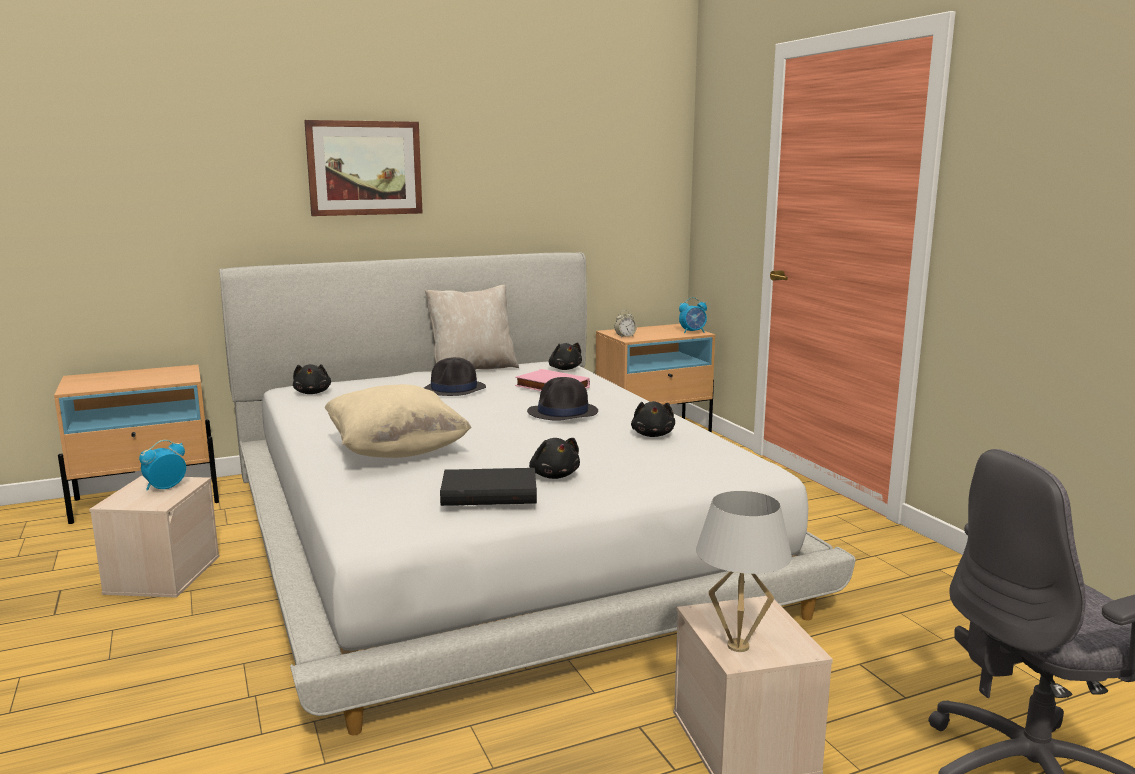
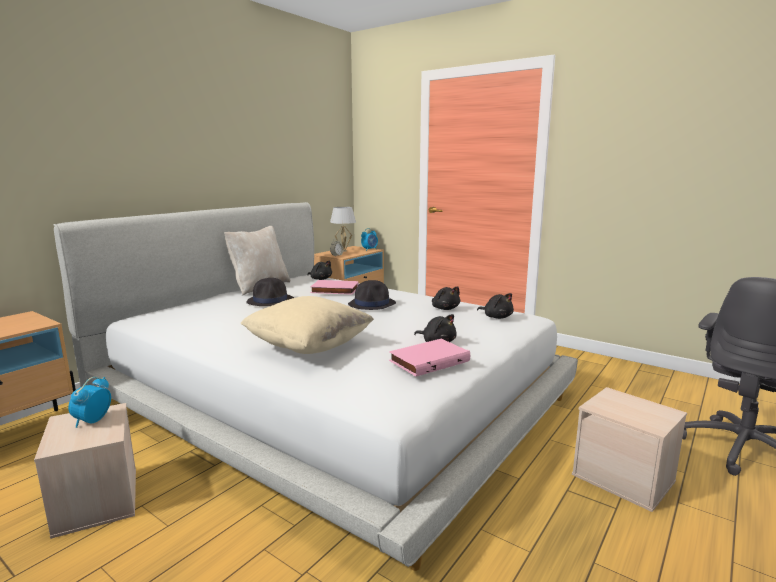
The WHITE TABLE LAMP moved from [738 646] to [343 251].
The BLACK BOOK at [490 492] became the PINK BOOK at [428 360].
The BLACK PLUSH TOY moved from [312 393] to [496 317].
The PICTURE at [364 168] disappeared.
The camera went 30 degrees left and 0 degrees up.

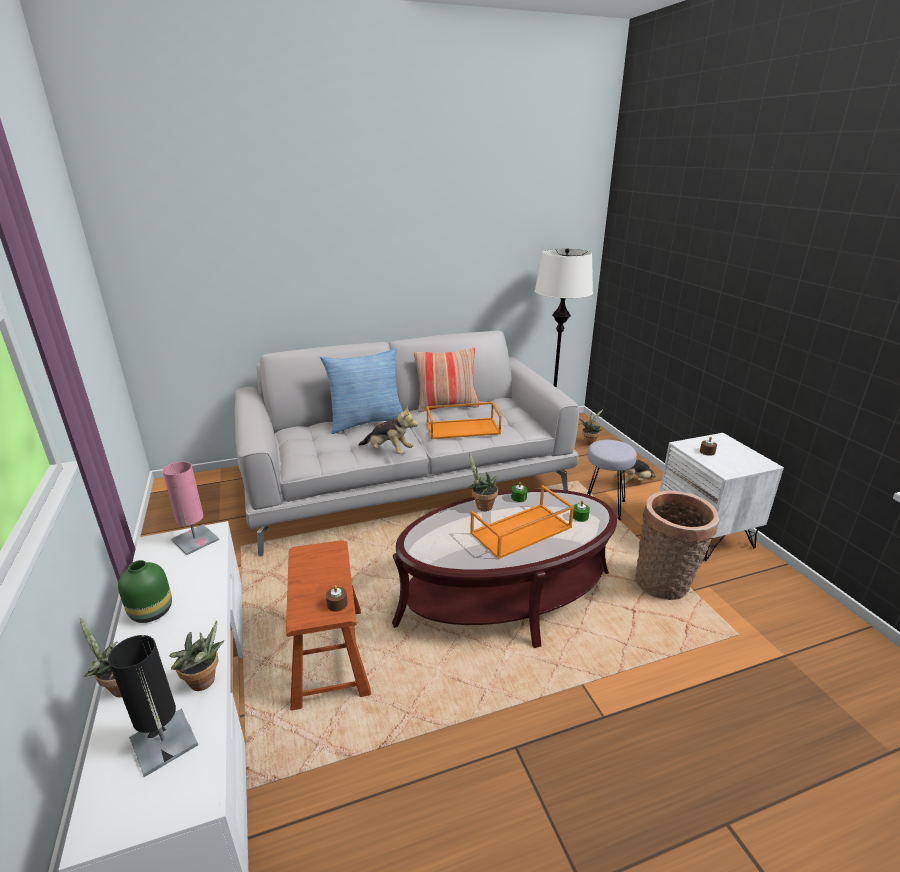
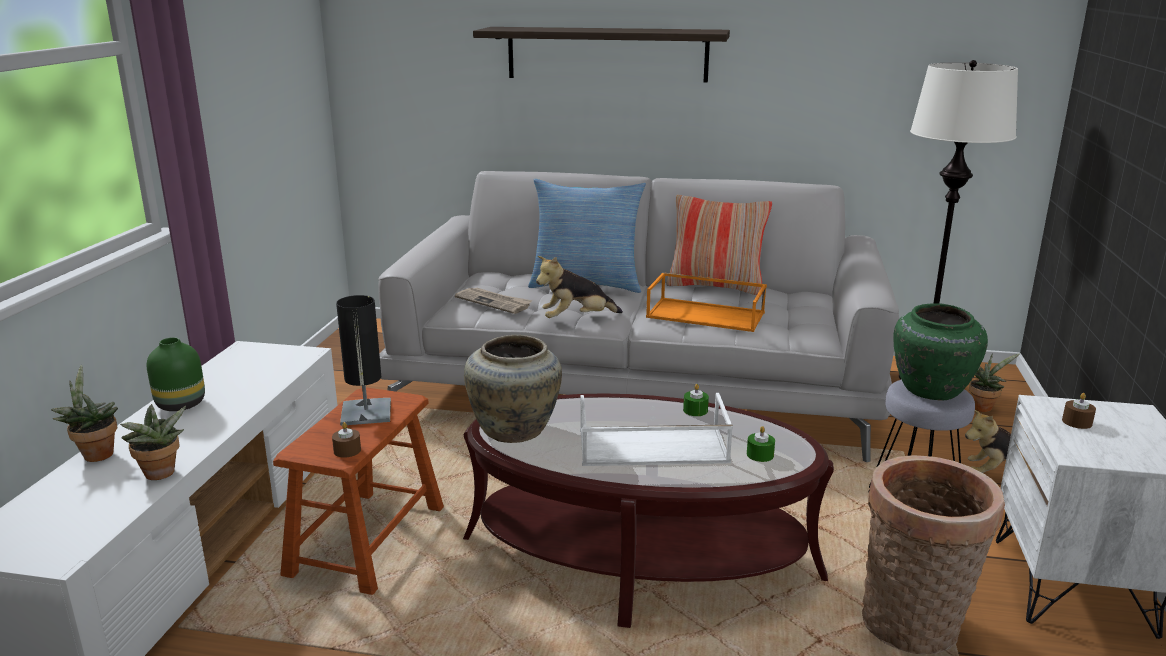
The BLACK TABLE LAMP moved from [164 742] to [366 413].
The NEWSPAPER at [494 302] appeared.
The BEIGE VASE at [516 431] appeared.
The SHELF at [607 54] appeared.
The PLUSH TOY at [388 451] turned 105 degrees clockwise.
The ORANGE TRAY at [521 531] became the WHITE TRAY at [651 447].
The GREEN VASE at [930 390] appeared.
The PINK TABLE LAMP at [195 540] disappeared.
The POTTED PLANT at [482 506] disappeared.
The camera went 30 degrees right and 5 degrees down.

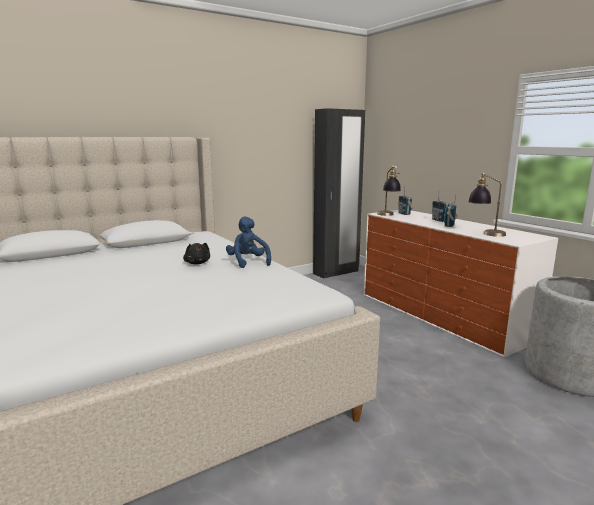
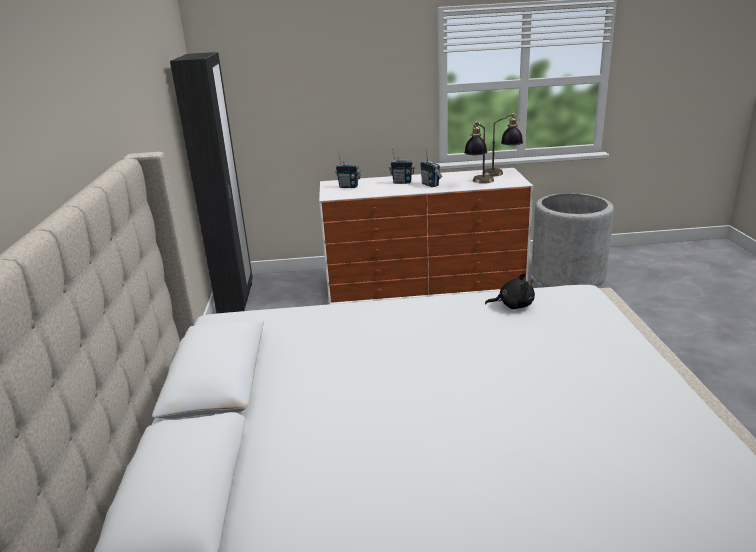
The TABLE LAMP moved from [387 215] to [501 174].
The BLACK PLUSH TOY moved from [197 263] to [513 305].
The BLUE PLUSH TOY at [248 262] disappeared.
The camera went 60 degrees left and 10 degrees up.

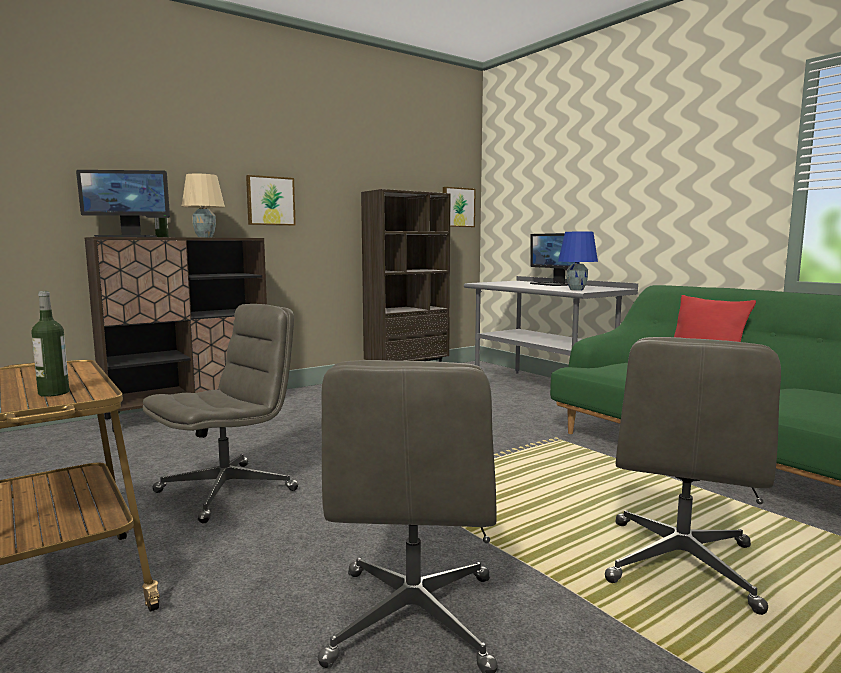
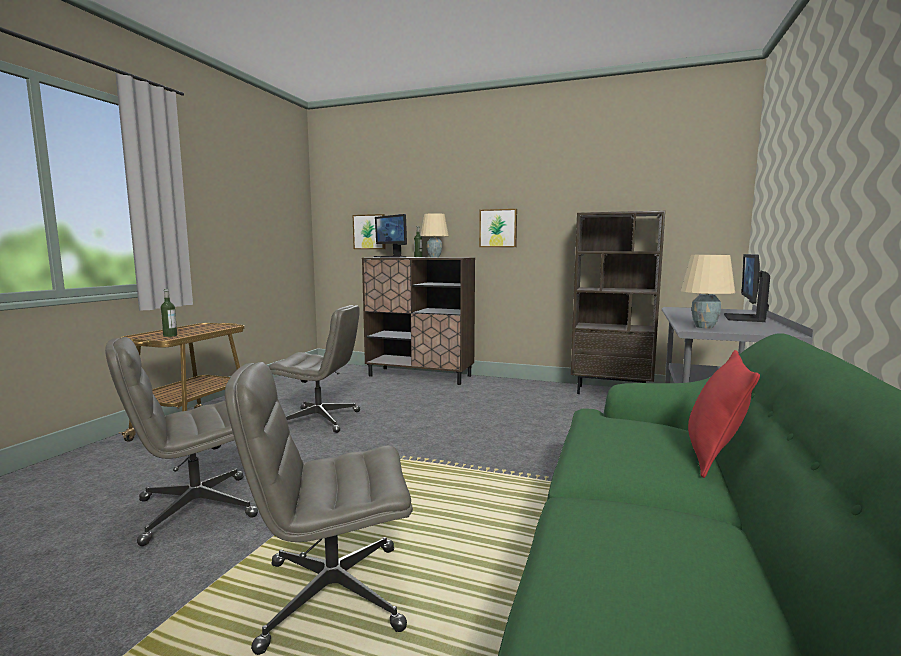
The PICTURE moved from [457 207] to [370 232].
The BLUE TABLE LAMP at [576 290] became the BEIGE TABLE LAMP at [703 327].
The camera went 55 degrees right and 0 degrees up.

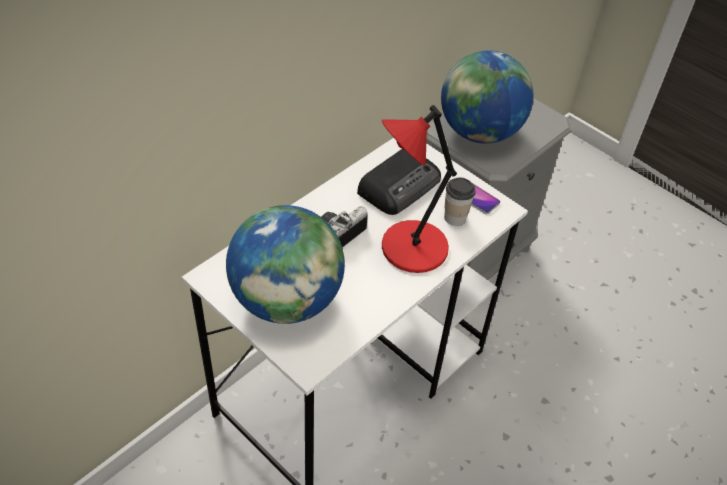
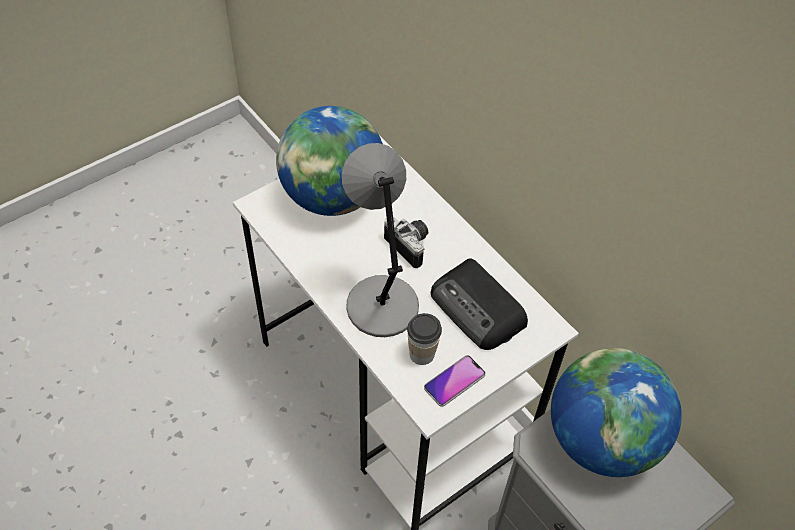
The RED TABLE LAMP at [410 249] became the GREY TABLE LAMP at [380 303].
The camera went 100 degrees right and 5 degrees up.

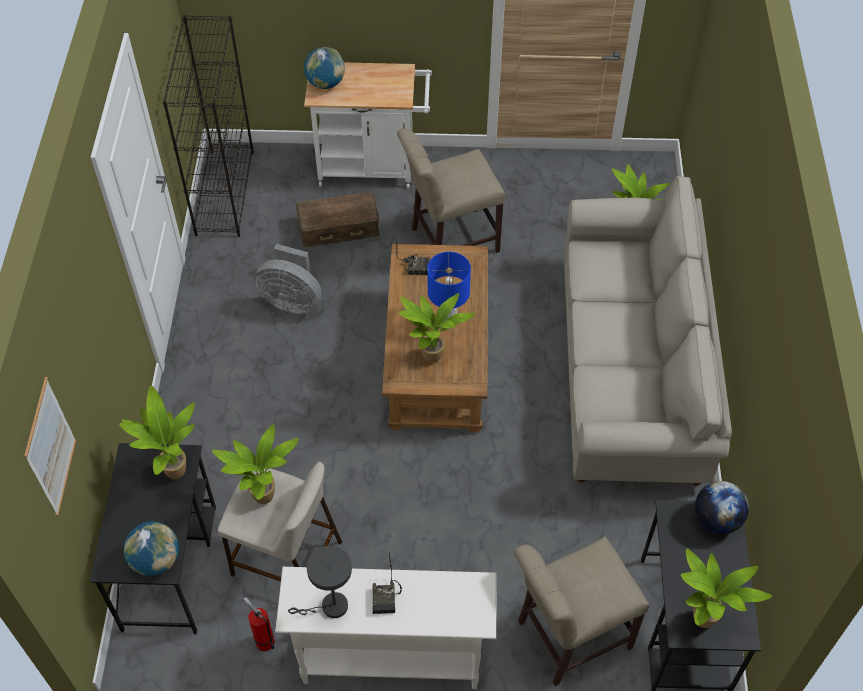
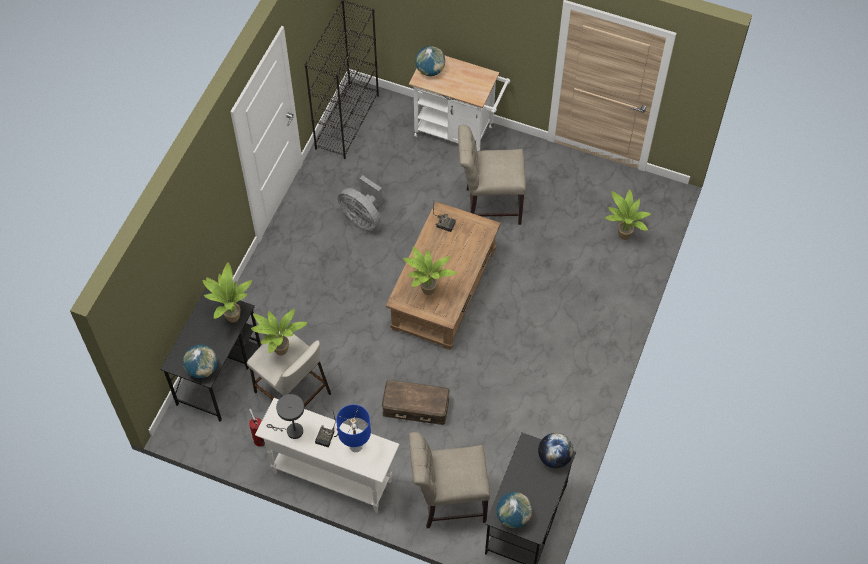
The BLUE TABLE LAMP moved from [447 319] to [355 446].
The BROWN STORAGE BOX moved from [338 227] to [416 406].
The POTTED PLANT at [702 623] was replaced by the GLOBE at [513 516].
The PICTURE at [50 447] disappeared.
The BEIGE SOFA at [629 372] disappeared.
The camera went 20 degrees right and 5 degrees up.

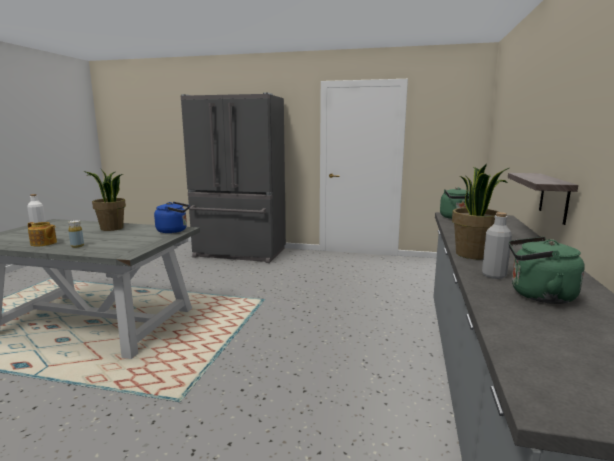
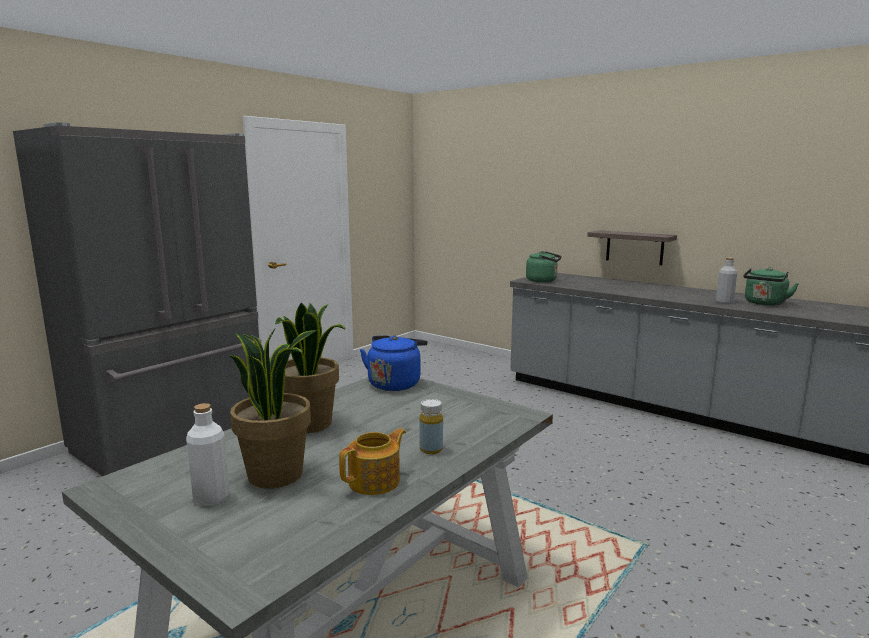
The POTTED PLANT moved from [473 254] to [276 474].
The camera went 65 degrees left and 0 degrees up.

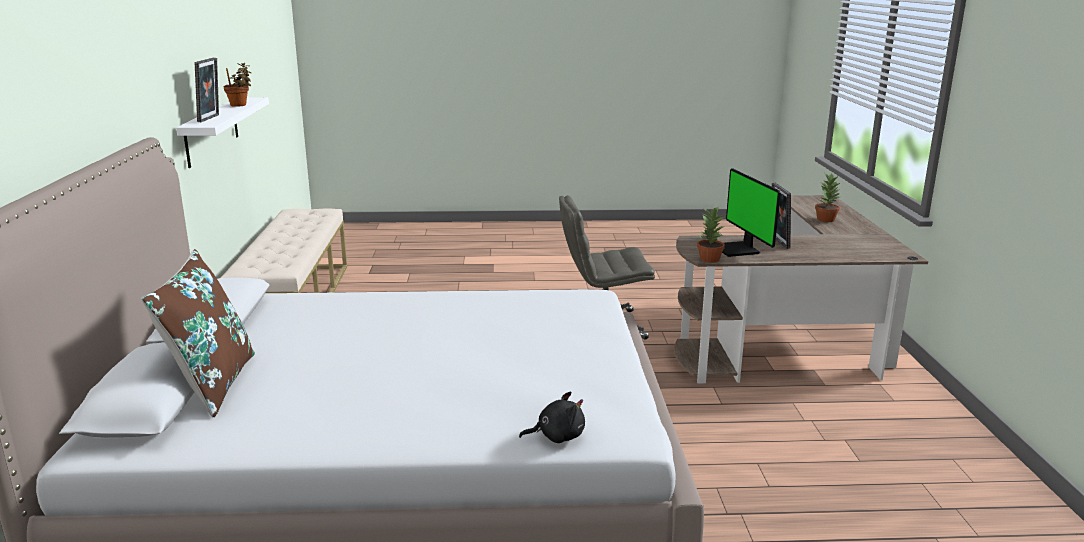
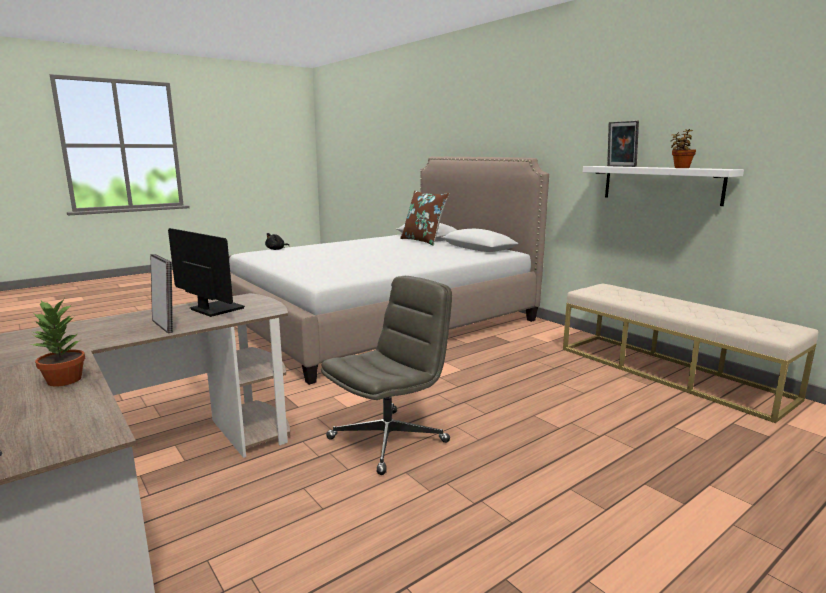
The POTTED PLANT at [709 259] disappeared.
The camera went 145 degrees right and 5 degrees down.

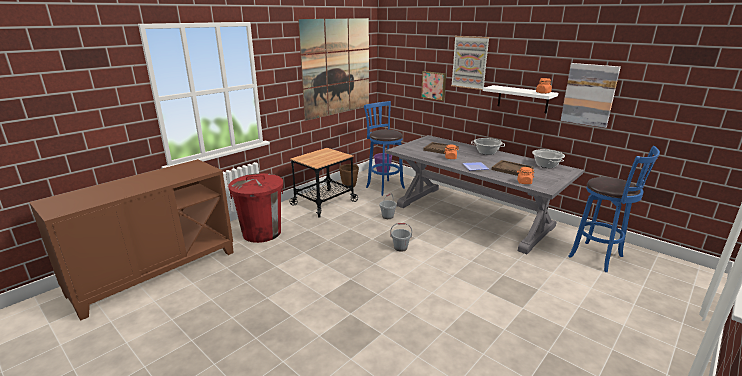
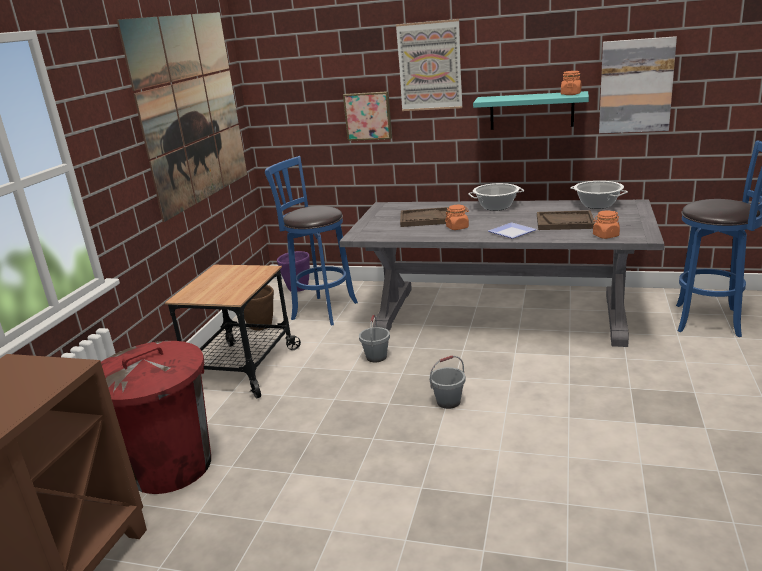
The WHITE SHELF at [522 99] became the TURQUOISE SHELF at [531 111].
The camera went 25 degrees left and 0 degrees up.

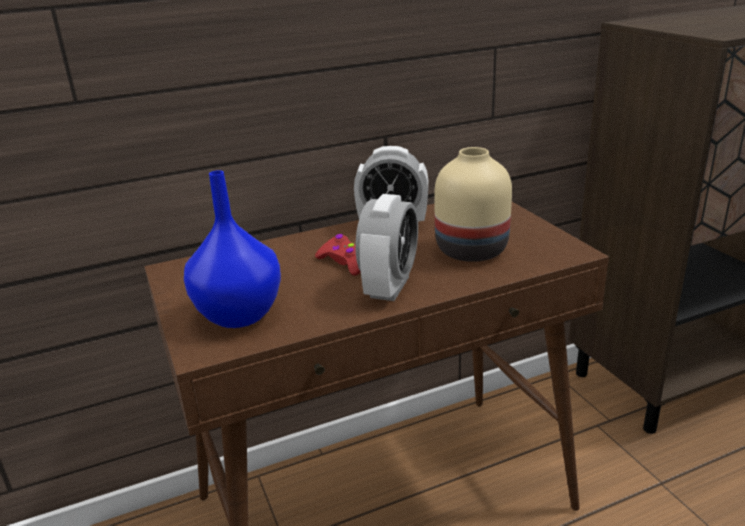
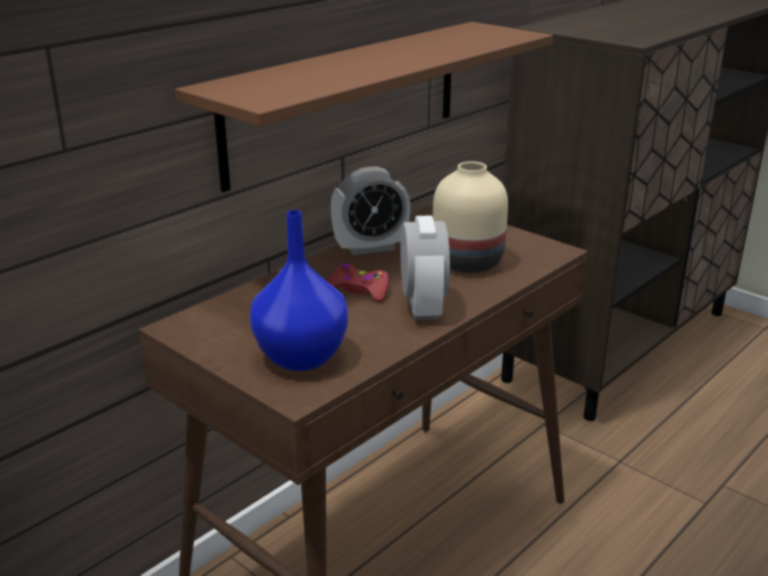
The BROWN SHELF at [346 100] appeared.
The camera went 25 degrees left and 0 degrees up.

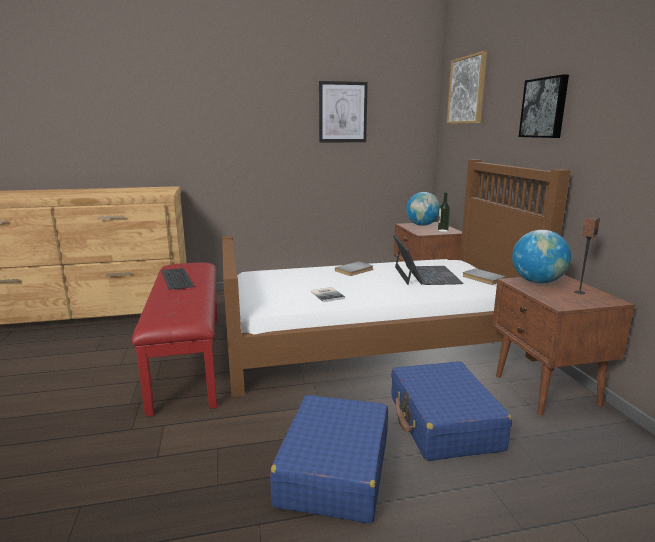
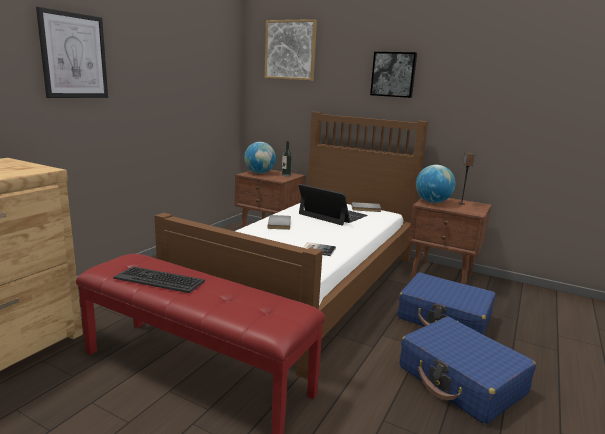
The PICTURE moved from [342 112] to [74 56].
The camera went 50 degrees left and 0 degrees up.

